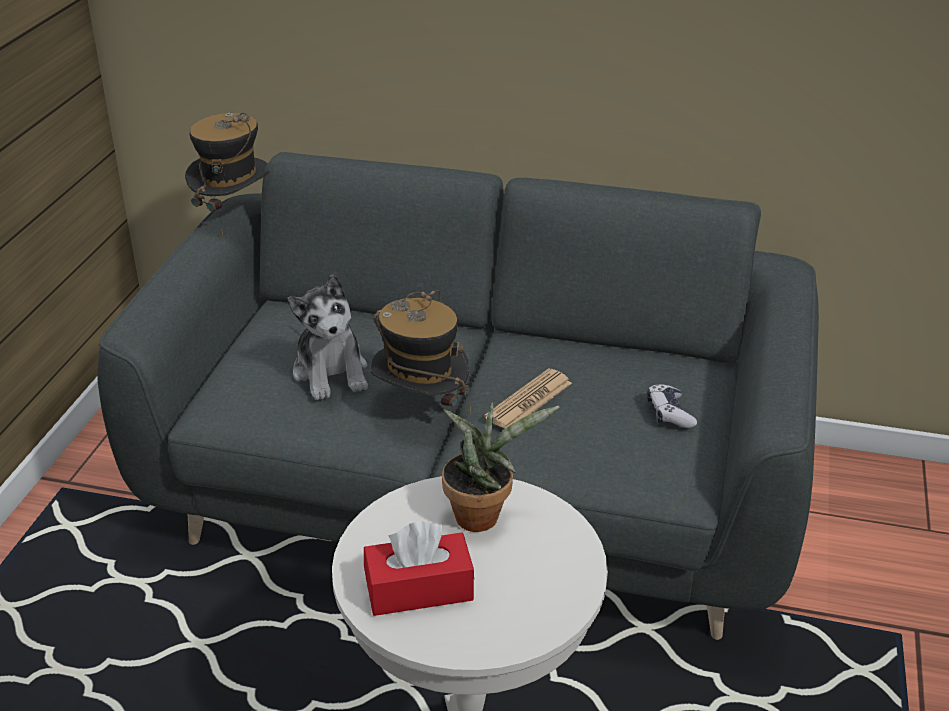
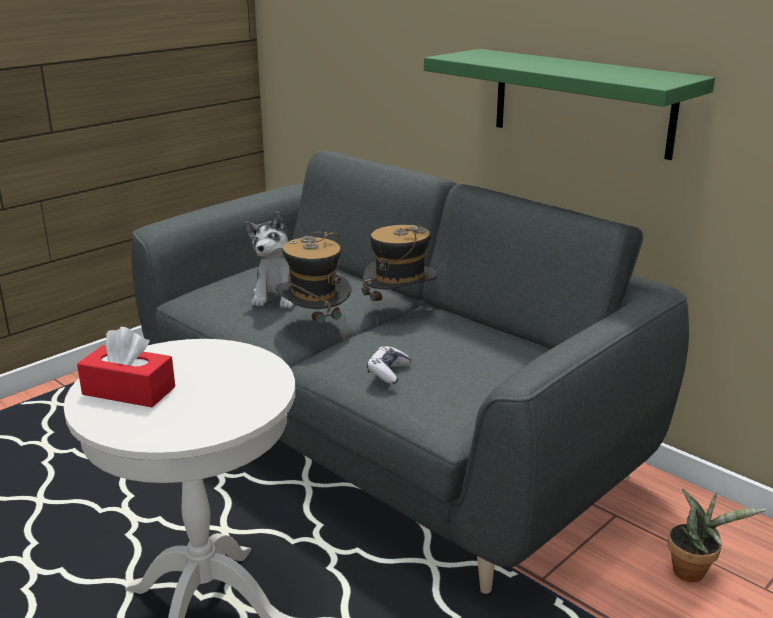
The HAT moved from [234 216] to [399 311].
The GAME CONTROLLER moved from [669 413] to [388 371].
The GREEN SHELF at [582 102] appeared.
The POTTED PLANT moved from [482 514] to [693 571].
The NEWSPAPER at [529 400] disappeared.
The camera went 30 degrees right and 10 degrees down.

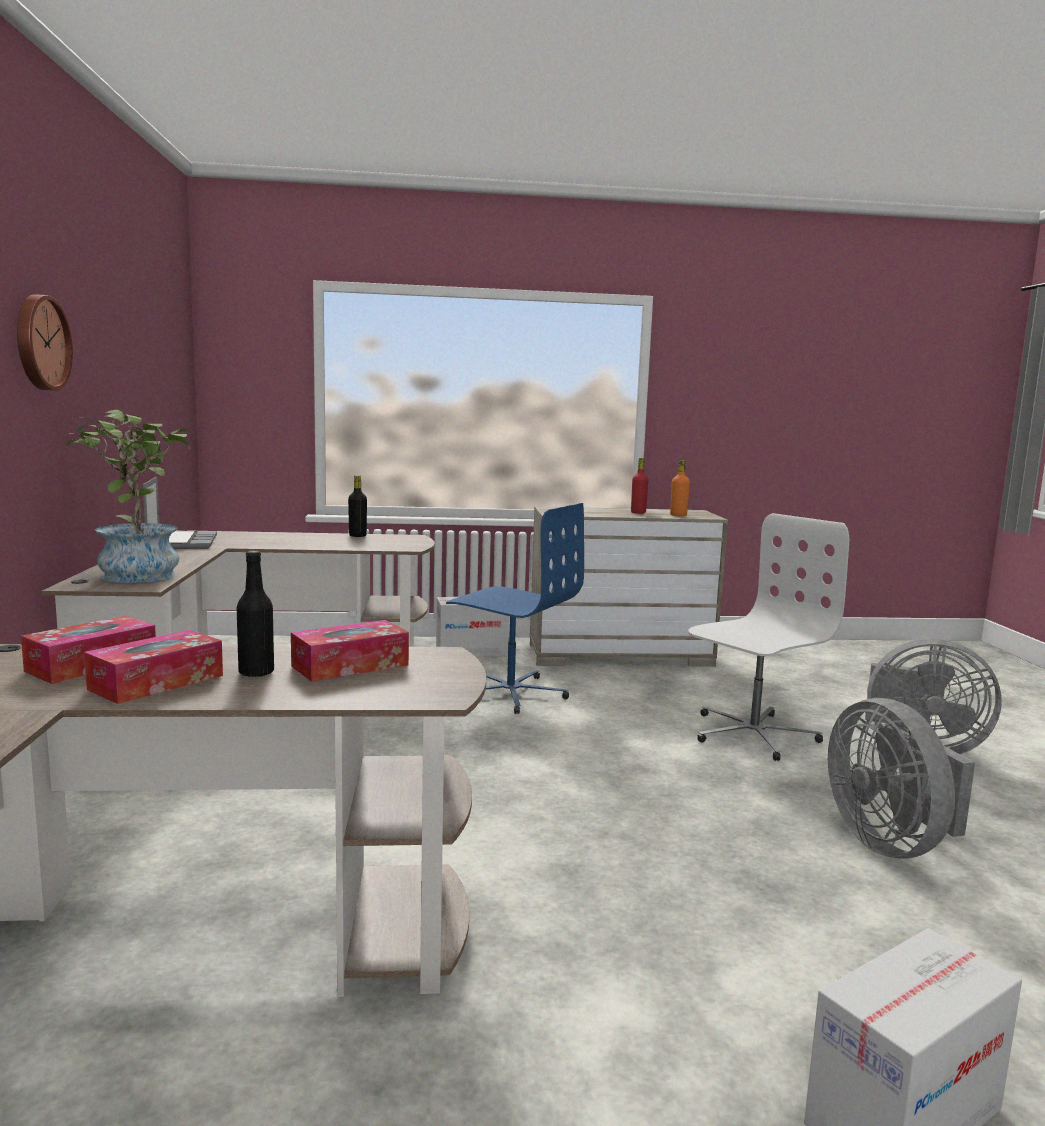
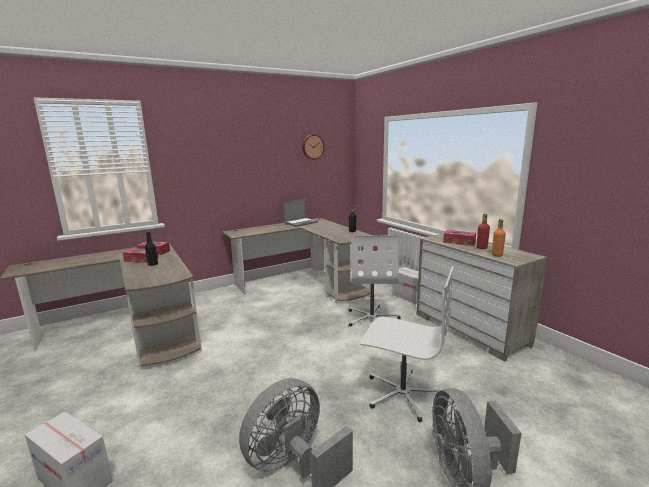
The WALL CLOCK moved from [40 343] to [312 147].
The BLUE OFFICE CHAIR at [510 693] became the WHITE OFFICE CHAIR at [372 318].
The TISSUE BOX moved from [350 666] to [459 242].
The POTTED PLANT at [138 573] disappeared.
The camera went 65 degrees right and 5 degrees up.

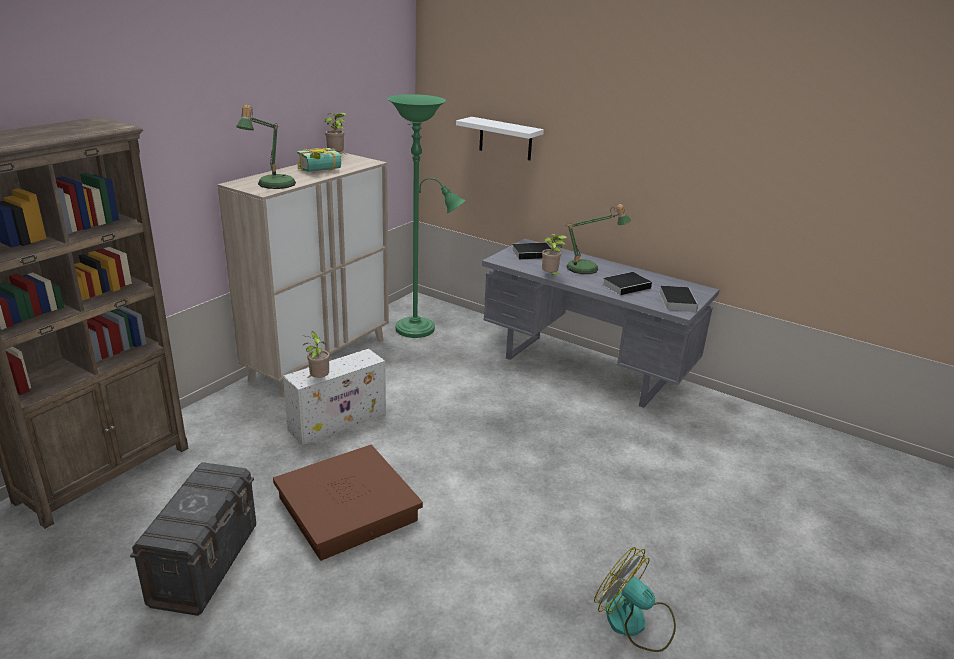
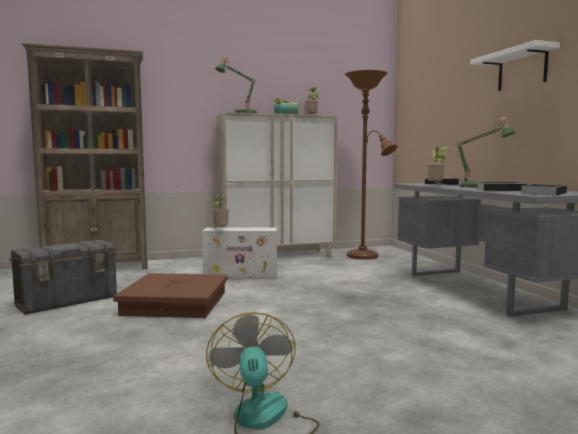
The GREEN FLOOR LAMP at [420 329] became the BROWN FLOOR LAMP at [366 257].
The WHITE SHELF moved from [505 139] to [522 69].
The camera went 40 degrees right and 20 degrees down.

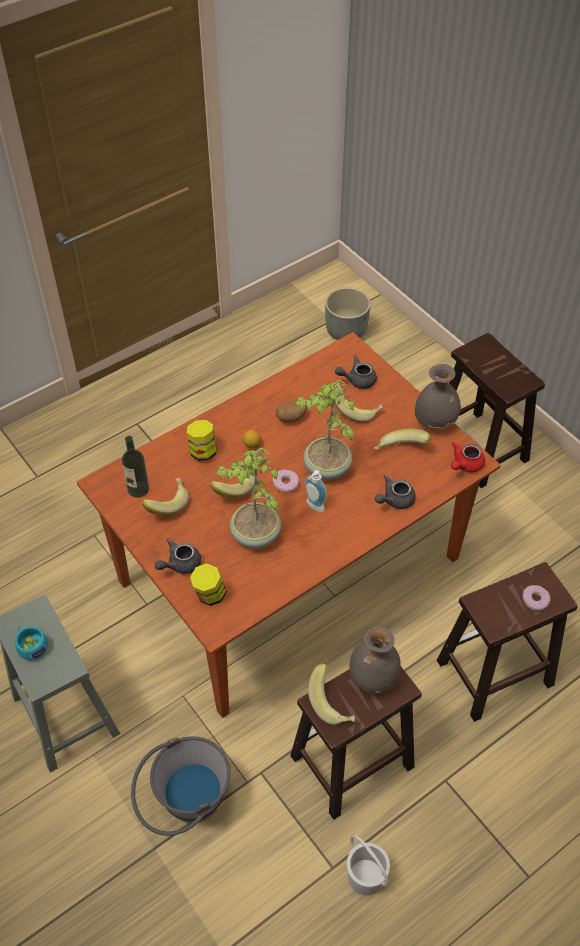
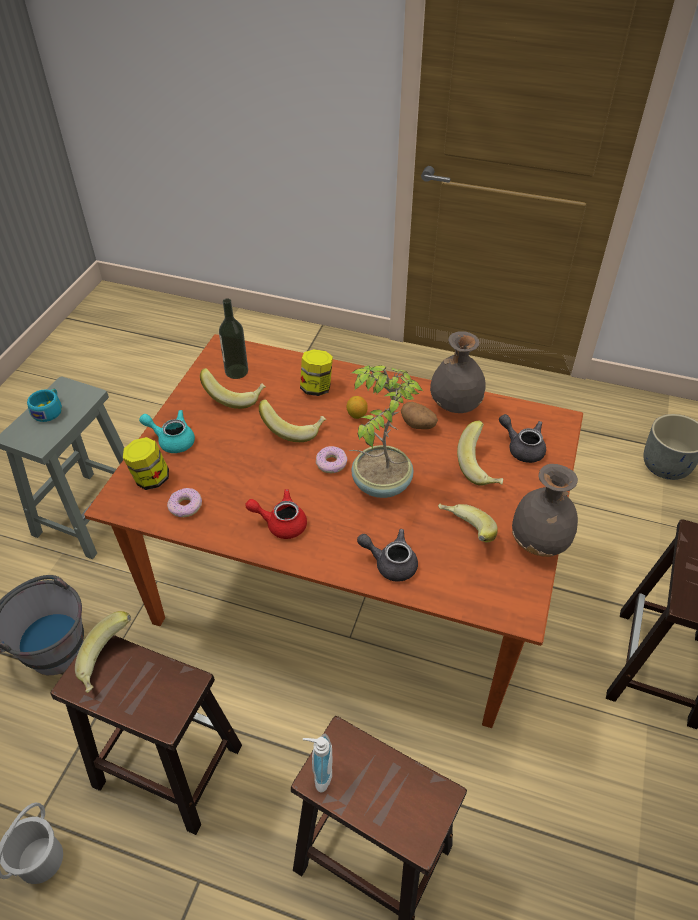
The GREY TEAPOT at [180 564] became the TURQUOISE TEAPOT at [172 440].
The DONUT moved from [535 600] to [186 506].
The RED TEAPOT moved from [465 465] to [281 523].
The SOAP DISPENSER moved from [313 507] to [319 774].
The GREY VASE moved from [372 677] to [455 405].
The POTTED PLANT at [255 535] disappeared.
The camera went 55 degrees right and 5 degrees down.

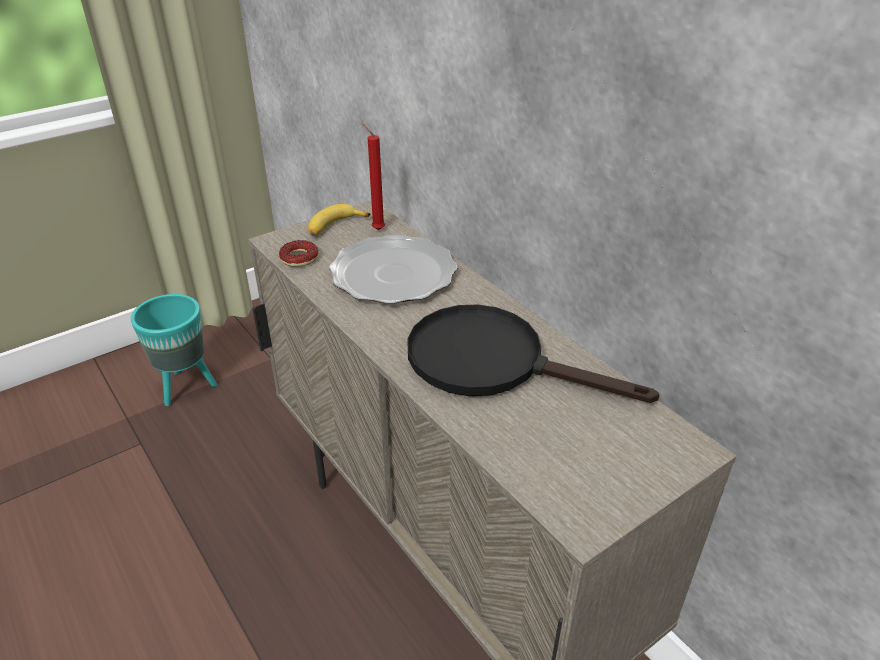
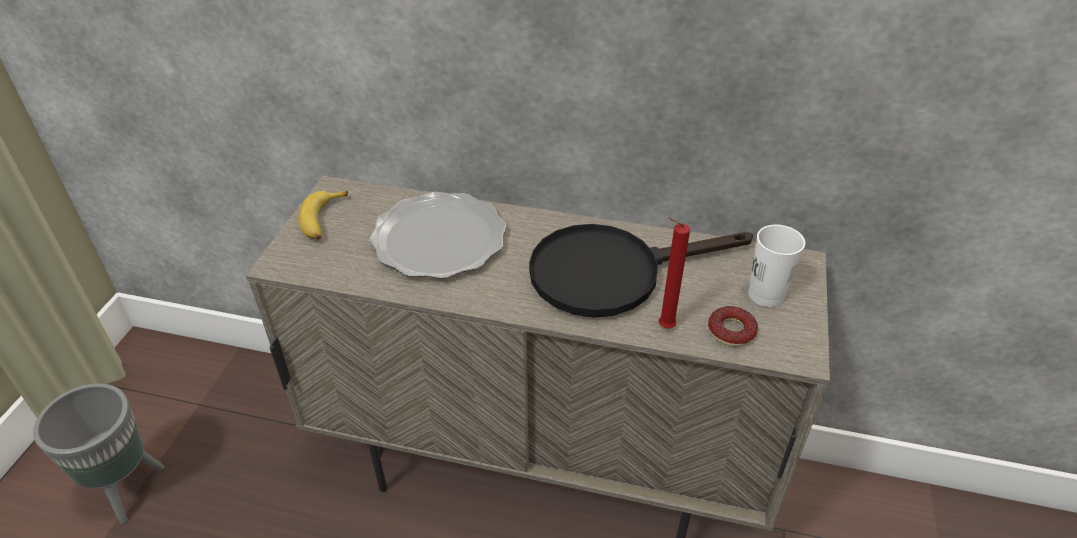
The TURQUOISE PLANTER at [186 387] became the GREY PLANTER at [127 489].
The RED CANDLE moved from [376 229] to [663 327].
The DONUT moved from [299 258] to [731 331].
The WHITE CUP at [766 295] appeared.
The camera went 40 degrees left and 5 degrees up.

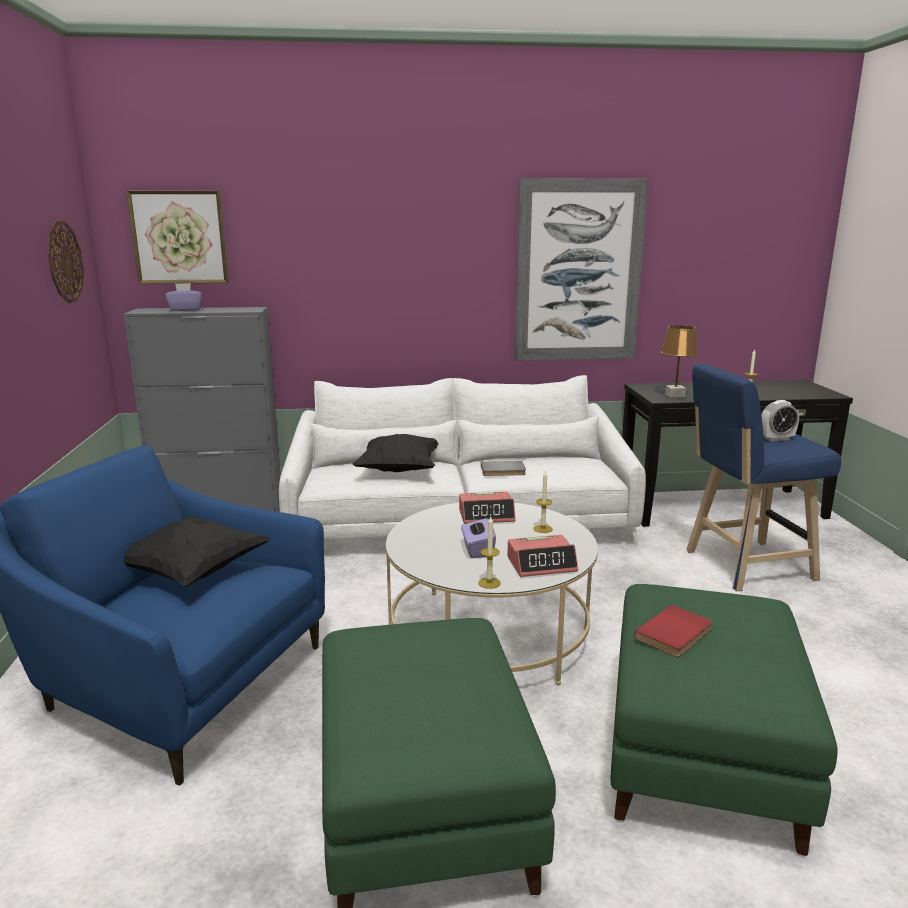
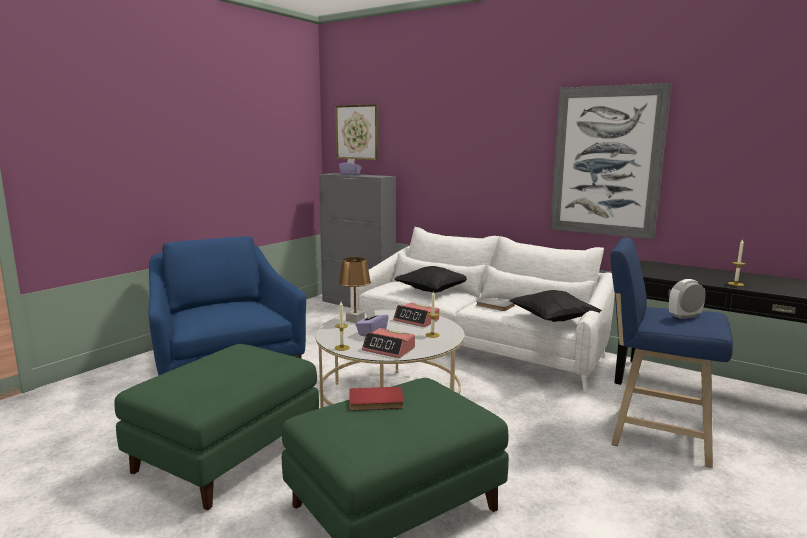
The BROWN TABLE LAMP moved from [674 395] to [354 320].
The BLACK PILLOW moved from [191 573] to [552 320].
The ALARM CLOCK at [776 439] turned 135 degrees clockwise.
The WALL CLOCK at [64 262] disappeared.
The camera went 40 degrees right and 5 degrees down.

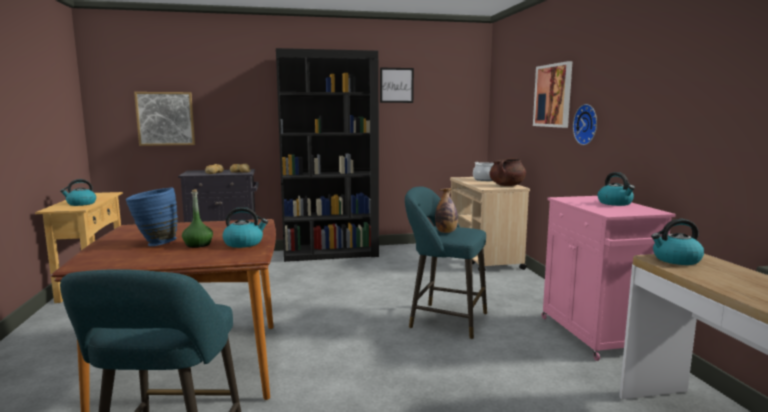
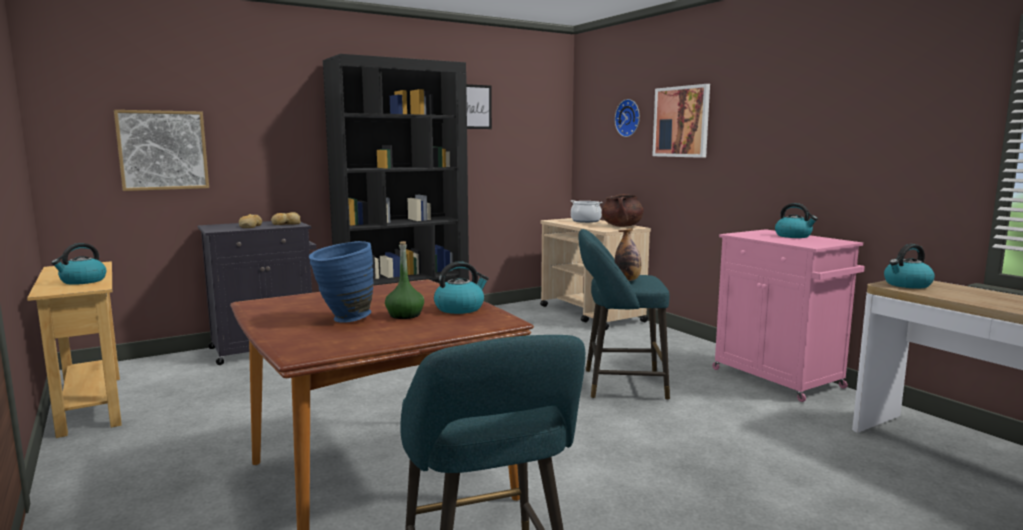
The WALL CLOCK moved from [587 124] to [629 118].
The camera went 20 degrees left and 0 degrees up.

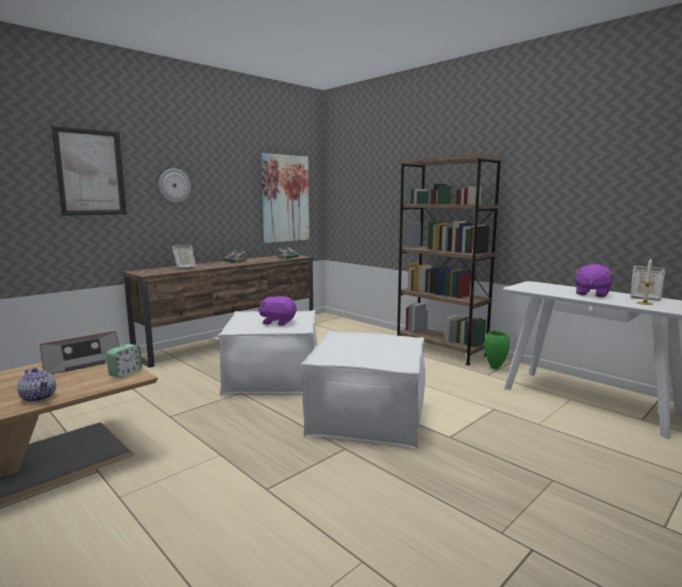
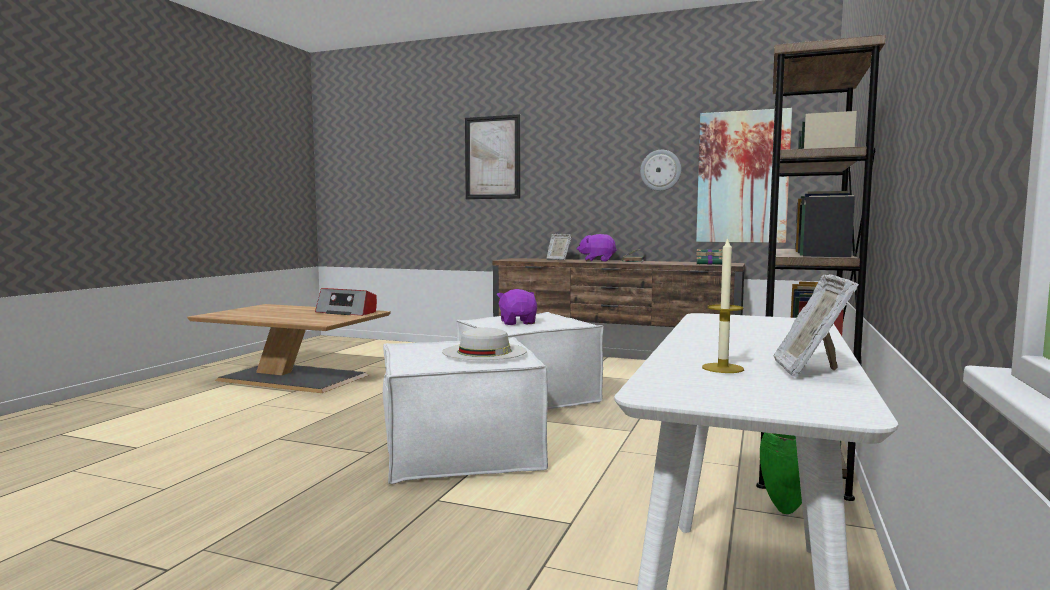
The WHITE HAT at [484 351] appeared.
The PURPLE PLUSH TOY moved from [591 294] to [597 260].
The WALL CLOCK moved from [174 185] to [660 170].
The TEAPOT at [39 397] disappeared.
The ALARM CLOCK at [125 373] disappeared.
The camera went 65 degrees right and 5 degrees down.

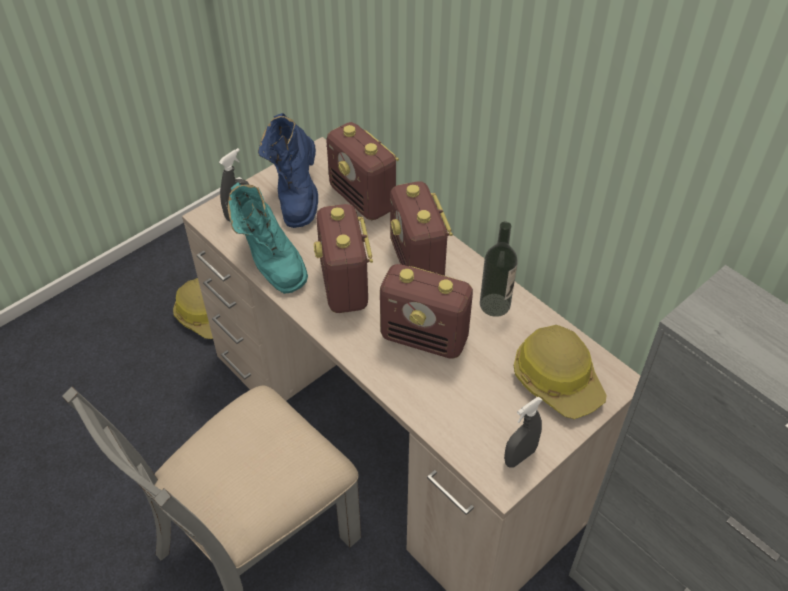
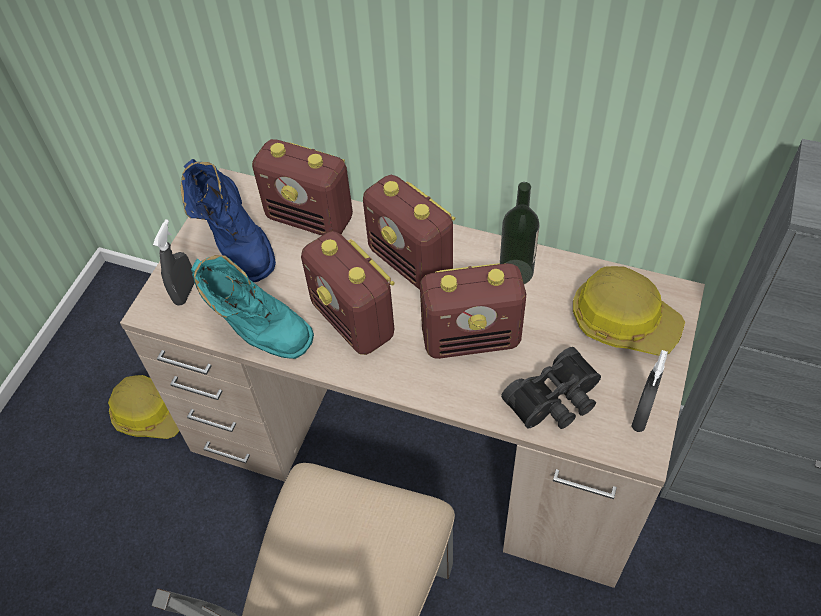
The BLACK BINOCULARS at [556 401] appeared.
The camera went 25 degrees left and 5 degrees up.

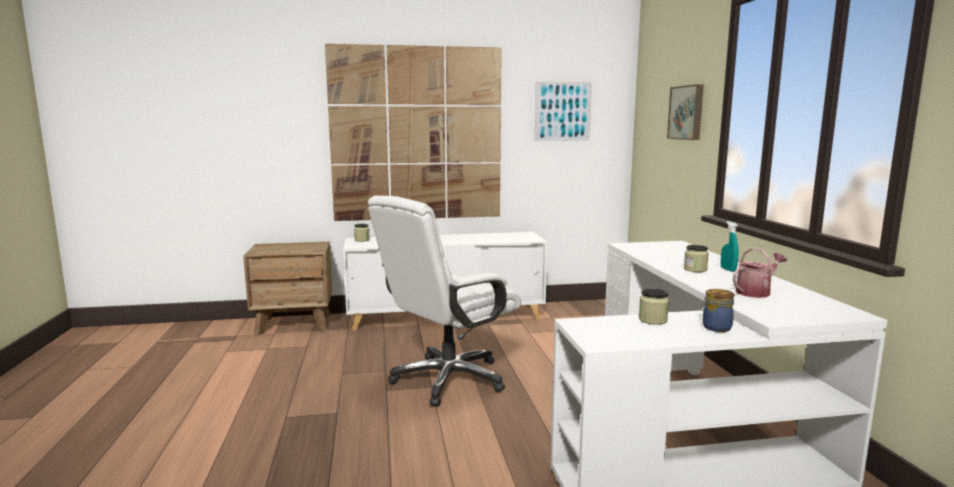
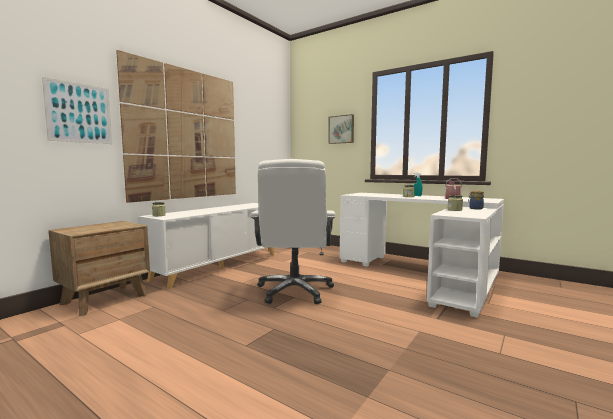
The PICTURE moved from [563 111] to [79 113].
The camera went 45 degrees left and 5 degrees down.

